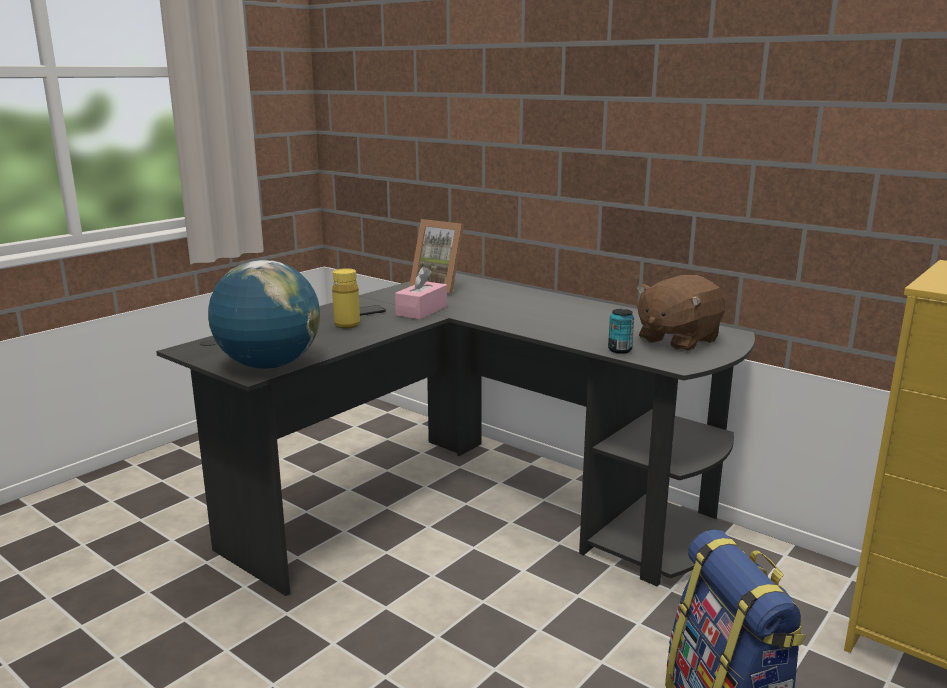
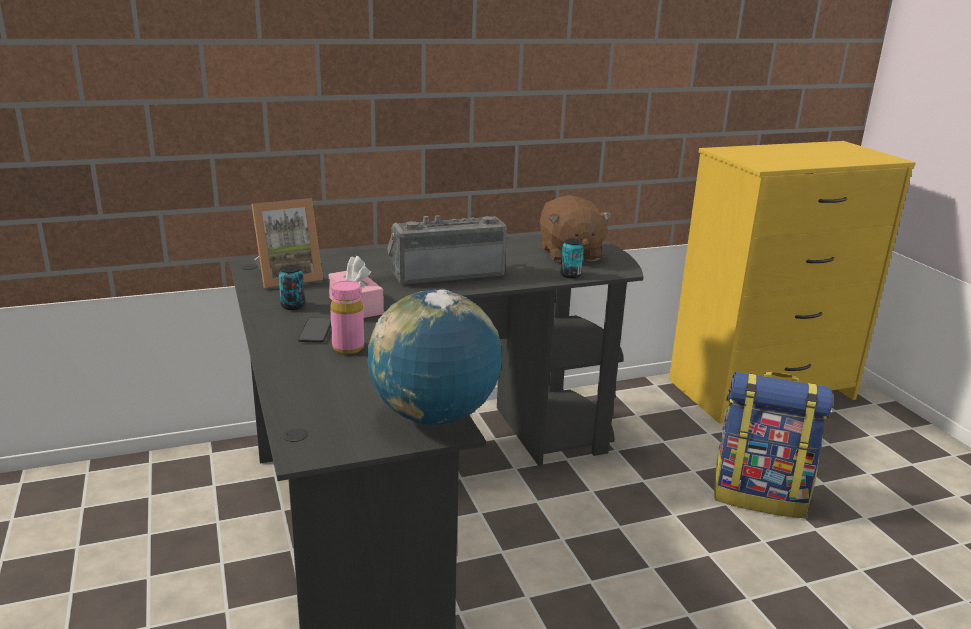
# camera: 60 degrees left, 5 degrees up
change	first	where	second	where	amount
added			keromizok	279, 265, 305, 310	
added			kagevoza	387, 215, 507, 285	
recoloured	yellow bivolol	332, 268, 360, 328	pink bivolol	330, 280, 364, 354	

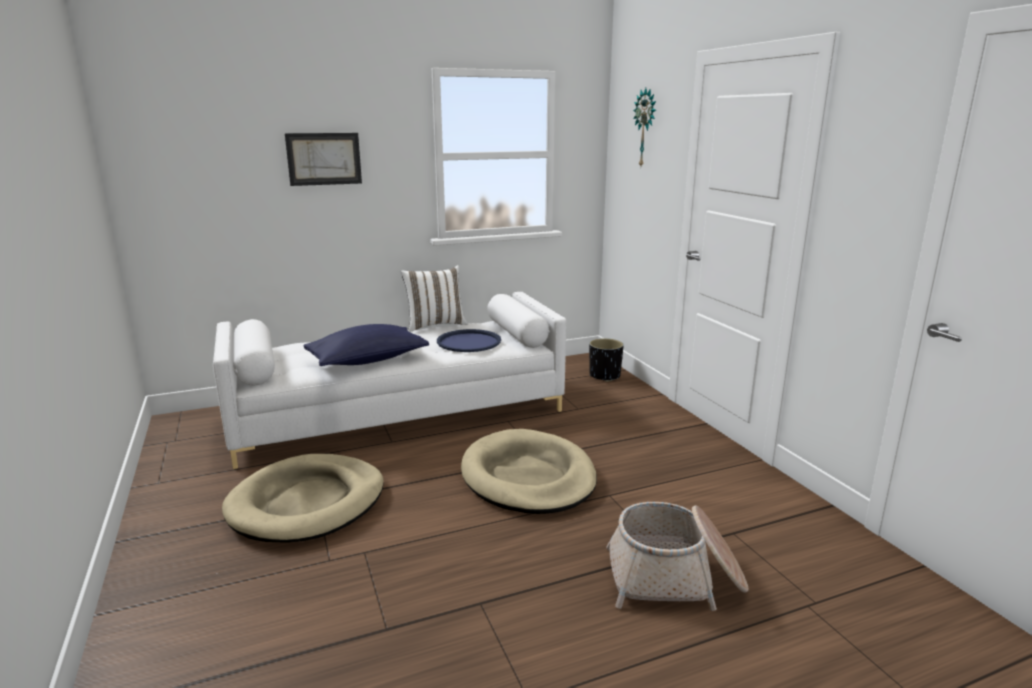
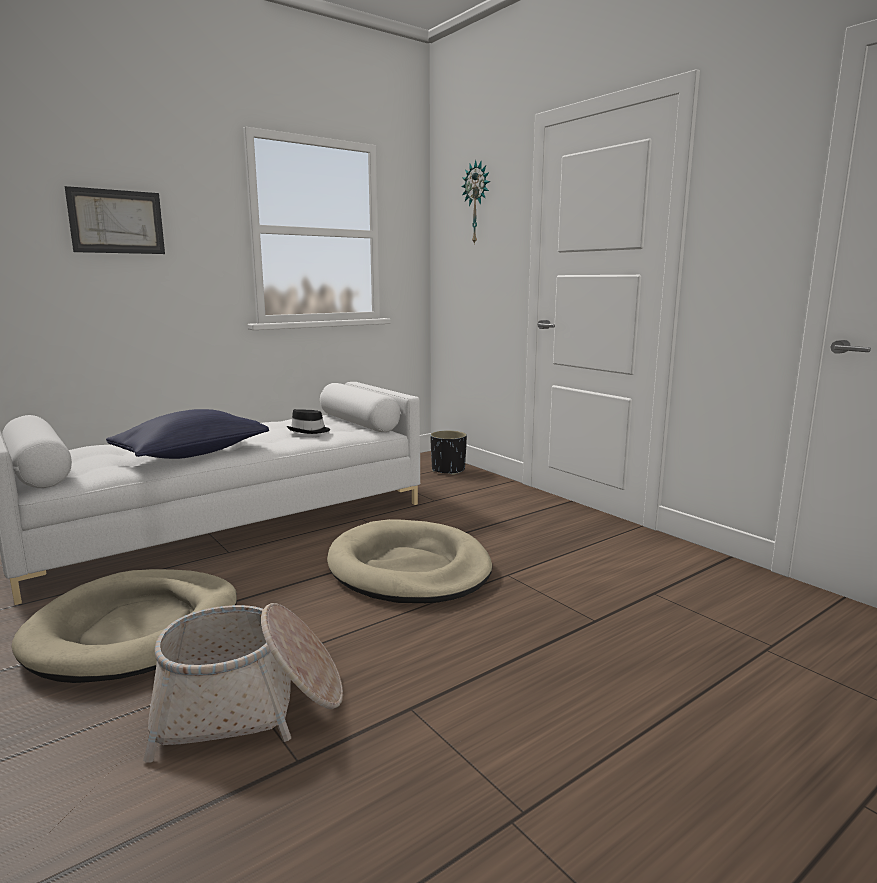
# camera: 15 degrees left, 5 degrees down
change	first	where	second	where	amount
removed	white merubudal	401, 265, 467, 332			
moved	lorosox	606, 502, 749, 611		143, 603, 343, 763	
replaced	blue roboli	437, 329, 501, 352	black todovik	287, 409, 330, 434	

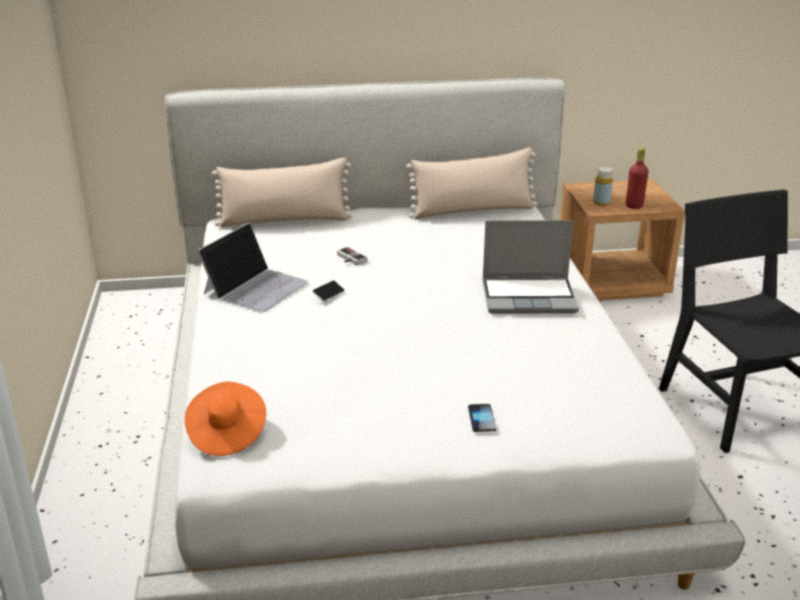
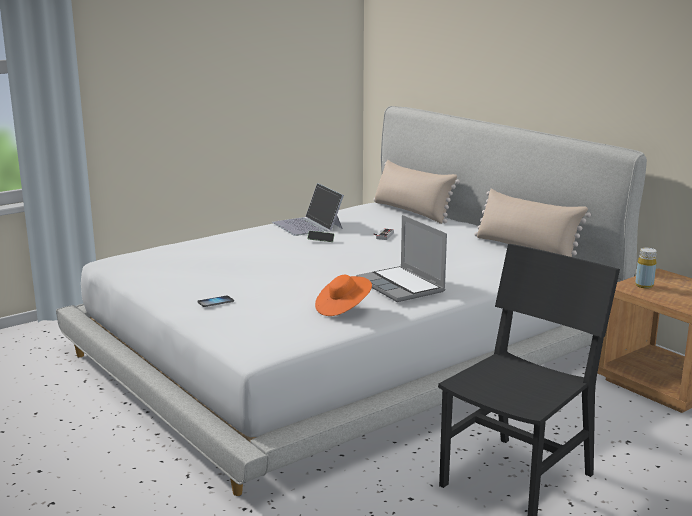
# camera: 60 degrees right, 10 degrees down
change	first	where	second	where	amount
removed	red bivolol	626, 148, 649, 209			
moved	orange todovik	185, 382, 266, 456		315, 275, 372, 316	
turned	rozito	197, 222, 308, 313		272, 183, 344, 236	60 degrees clockwise

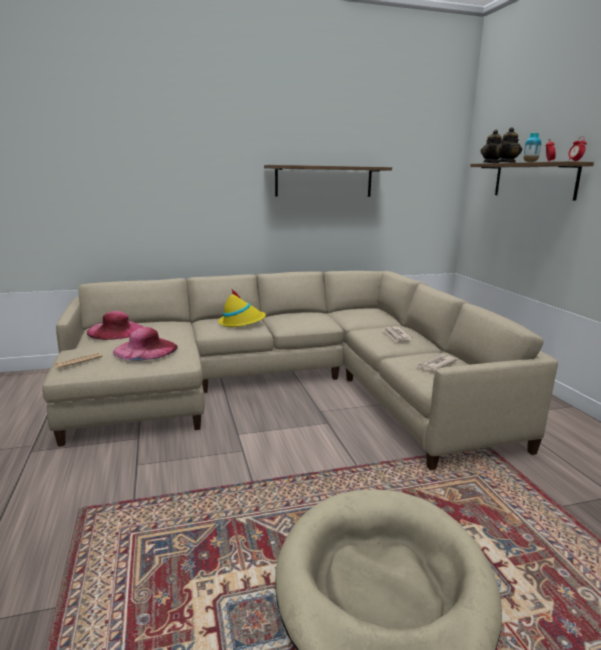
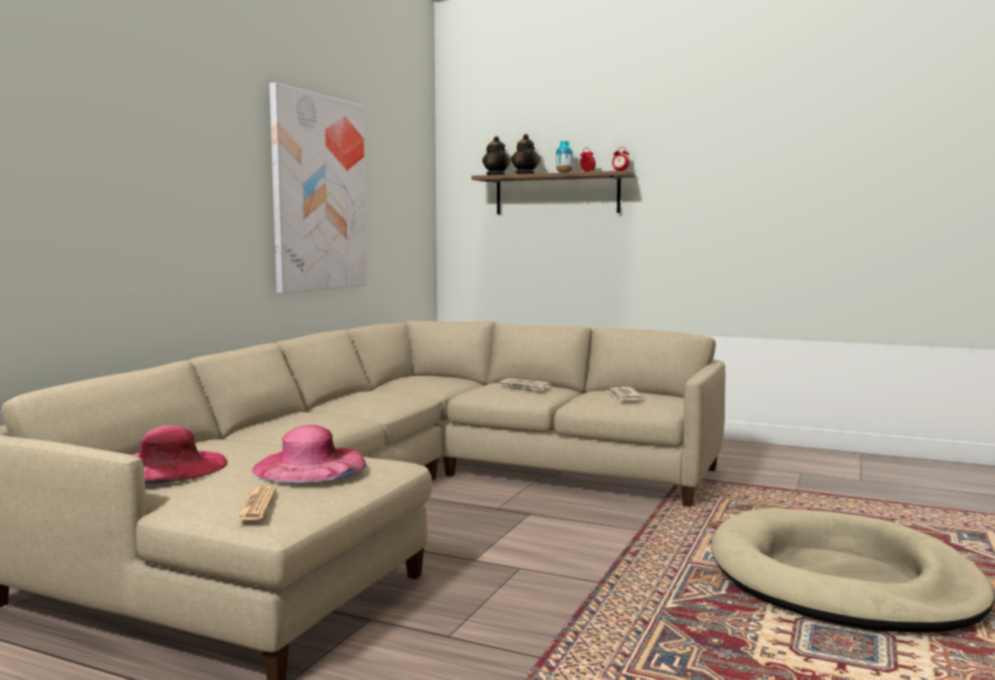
# camera: 50 degrees left, 10 degrees down
change	first	where	second	where	amount
removed	yellow todovik	218, 288, 266, 327			
replaced	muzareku	264, 165, 392, 197	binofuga	269, 83, 367, 293	

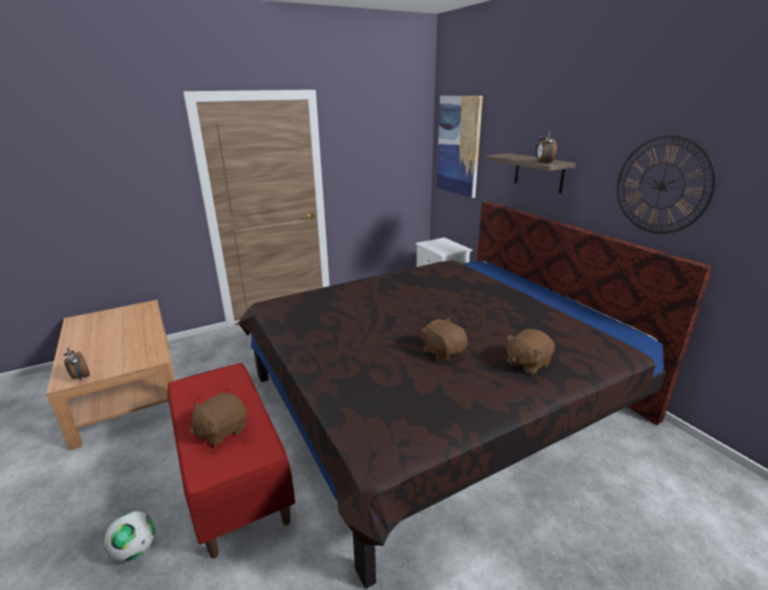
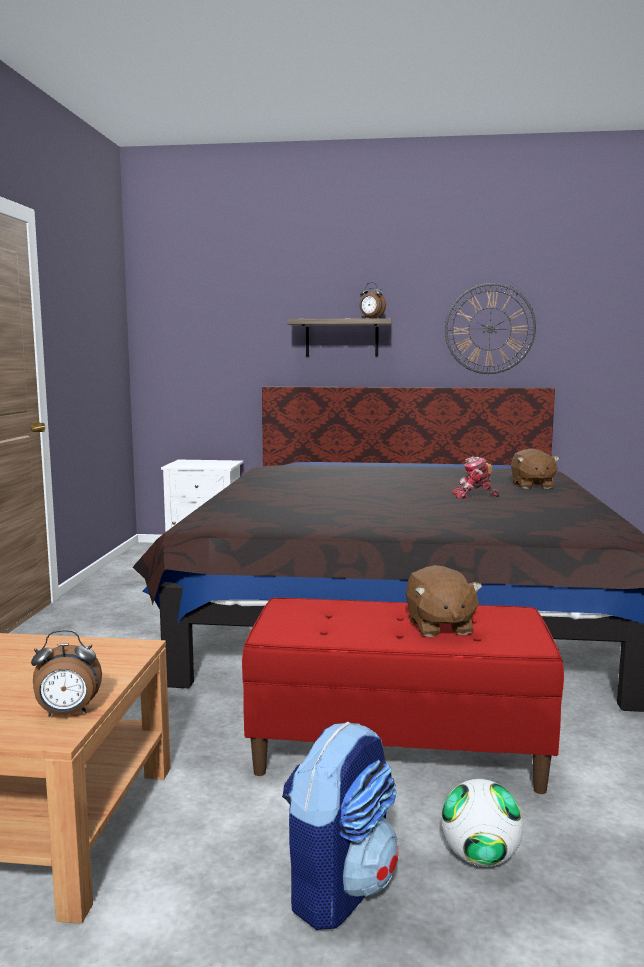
# camera: 55 degrees left, 15 degrees down
change	first	where	second	where	amount
removed	binofuga	437, 96, 483, 198			
added			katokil	282, 721, 398, 930	
replaced	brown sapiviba	421, 318, 468, 362	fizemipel	452, 456, 499, 499	

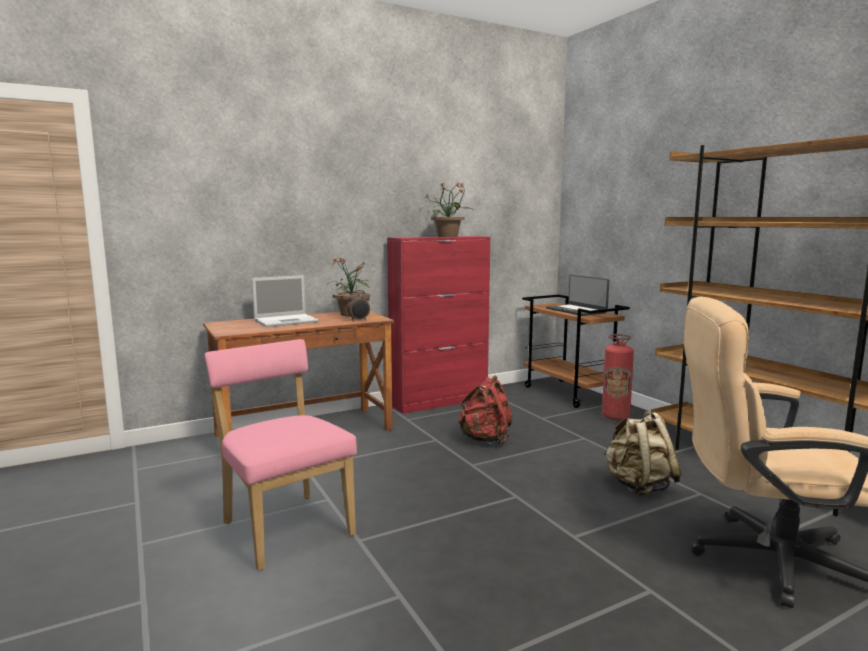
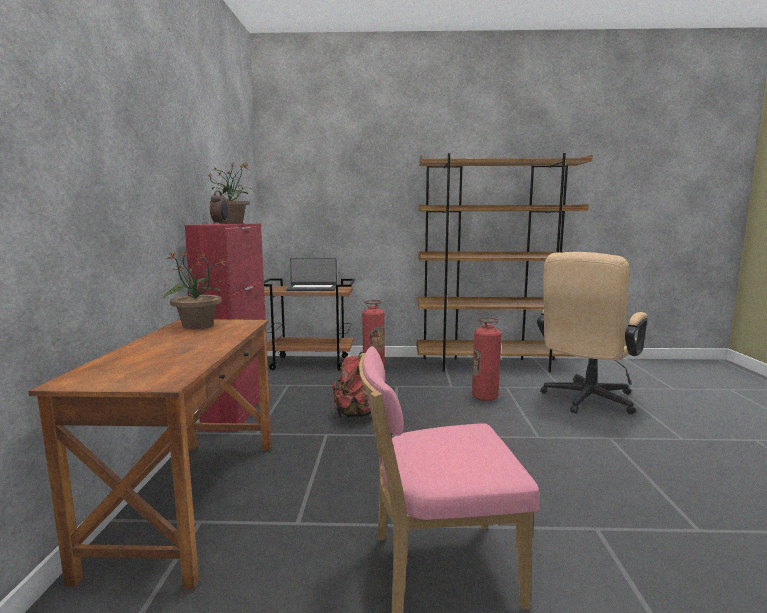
# camera: 60 degrees left, 0 degrees up
change	first	where	second	where	amount
removed	rozito	252, 275, 319, 327			
moved	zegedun	347, 290, 370, 321		210, 190, 228, 224	
replaced	beige katokil	604, 411, 682, 496	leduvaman	472, 317, 502, 401	

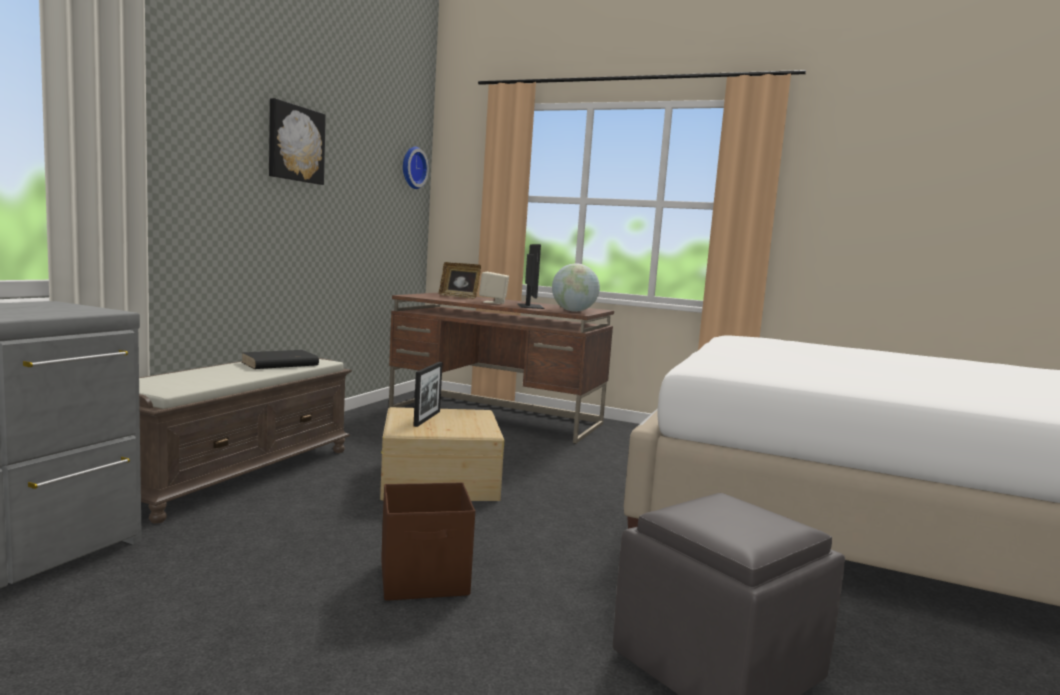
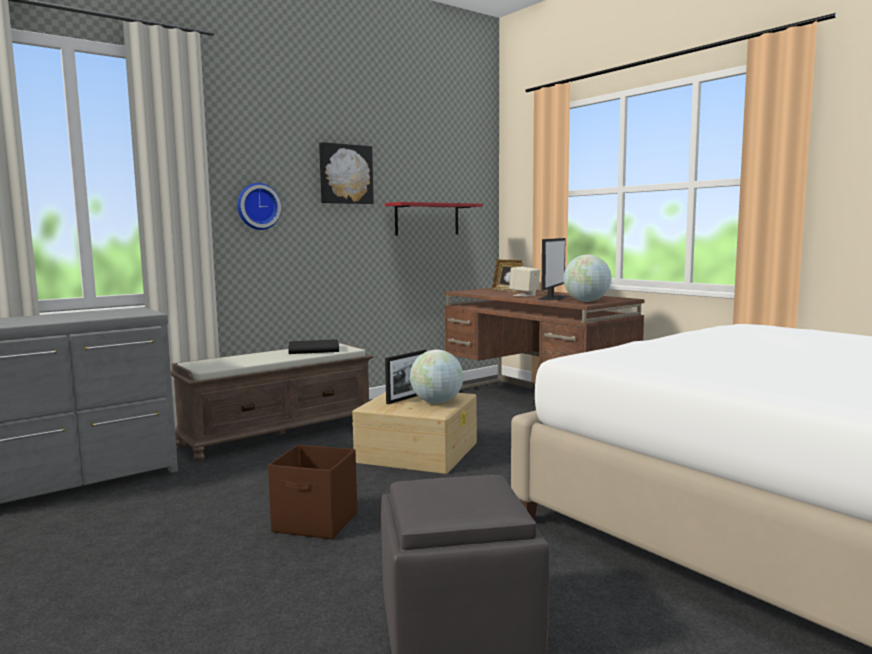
# camera: 30 degrees right, 0 degrees up
change	first	where	second	where	amount
added			red muzareku	385, 202, 483, 236	
added			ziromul	410, 350, 463, 404	
moved	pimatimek	403, 147, 429, 189		237, 183, 282, 230	

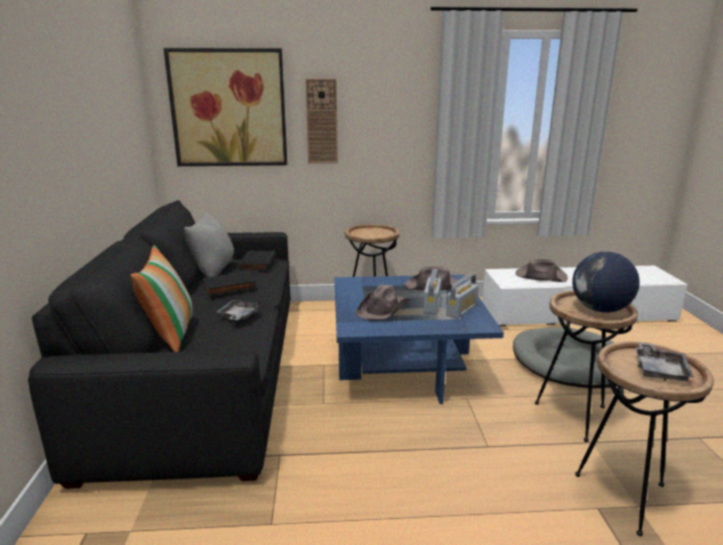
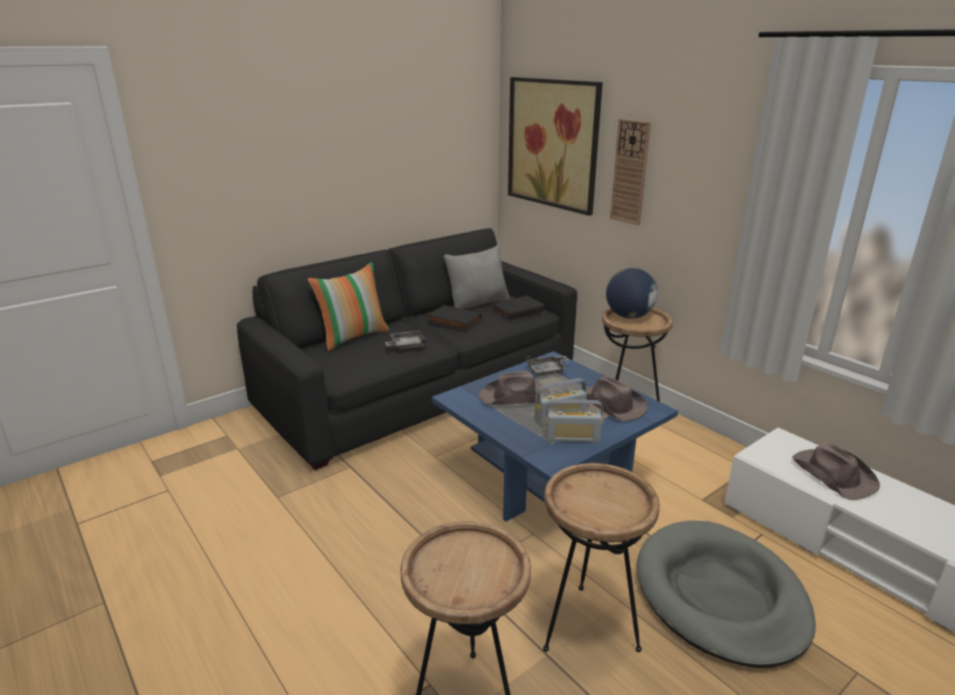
# camera: 55 degrees right, 5 degrees up
change	first	where	second	where	amount
moved	ziromul	572, 252, 640, 313		606, 268, 658, 319	
moved	grey roboli	636, 342, 694, 381		526, 356, 569, 376	

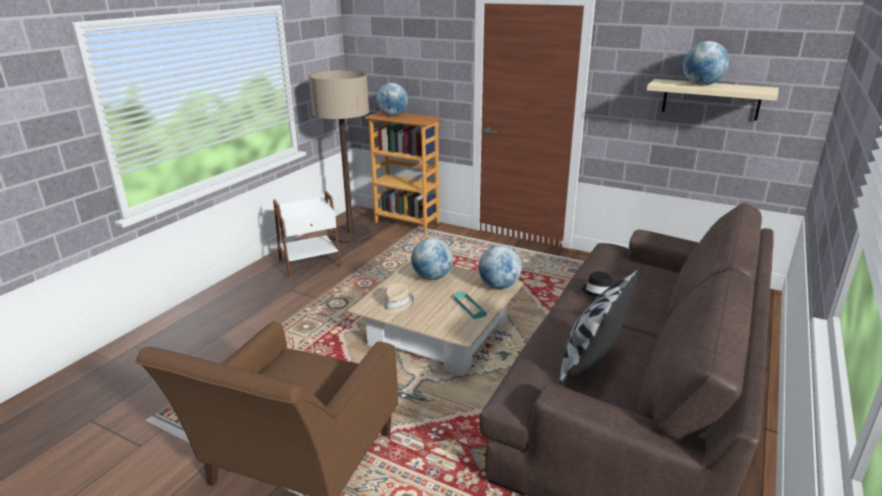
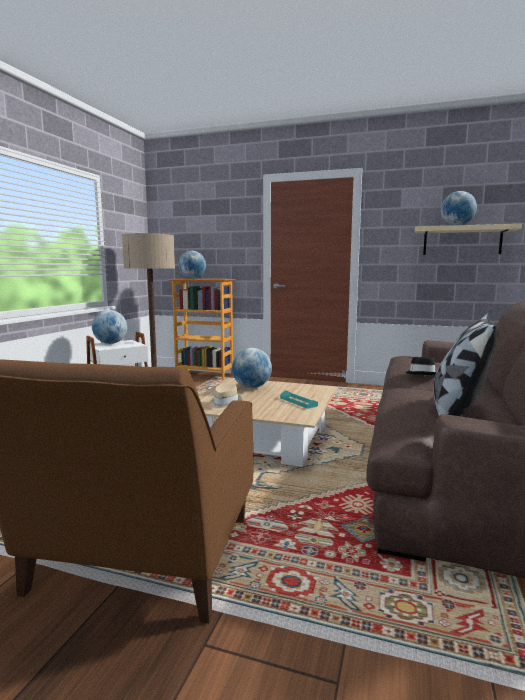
# camera: 10 degrees left, 15 degrees down
change	first	where	second	where	amount
moved	ziromul	478, 246, 522, 289		92, 310, 127, 344	

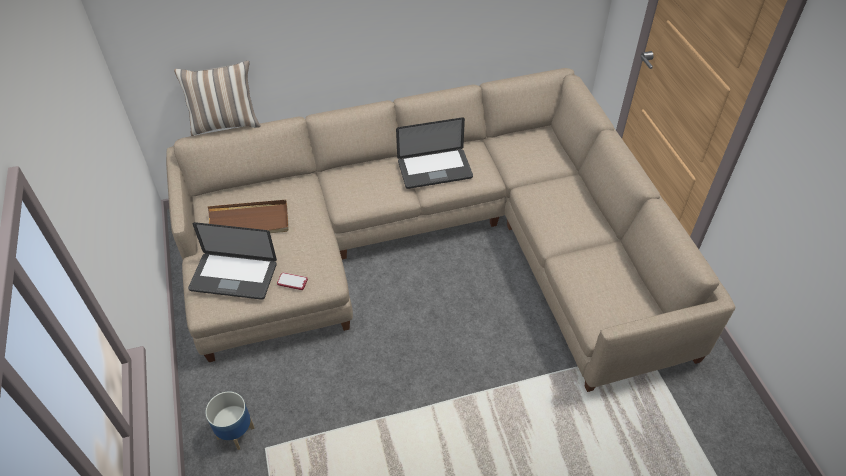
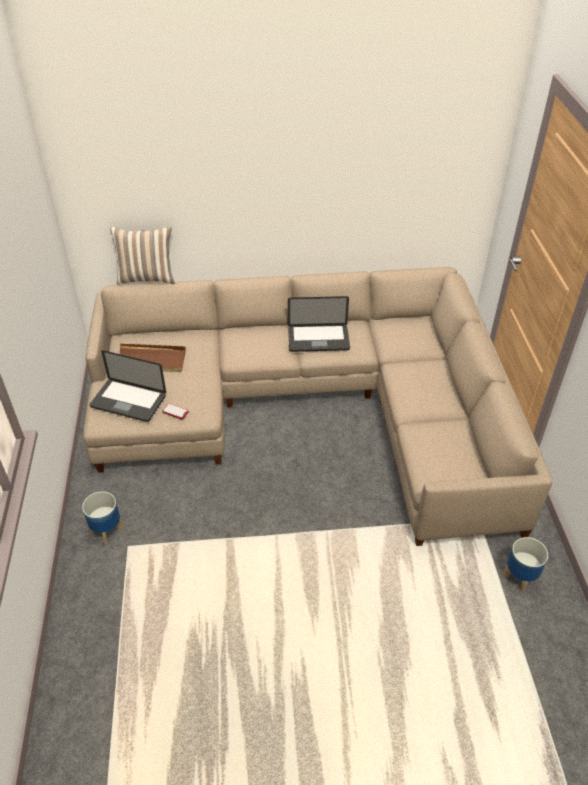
# camera: 10 degrees right, 5 degrees down
change	first	where	second	where	amount
added			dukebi	503, 537, 548, 593	

